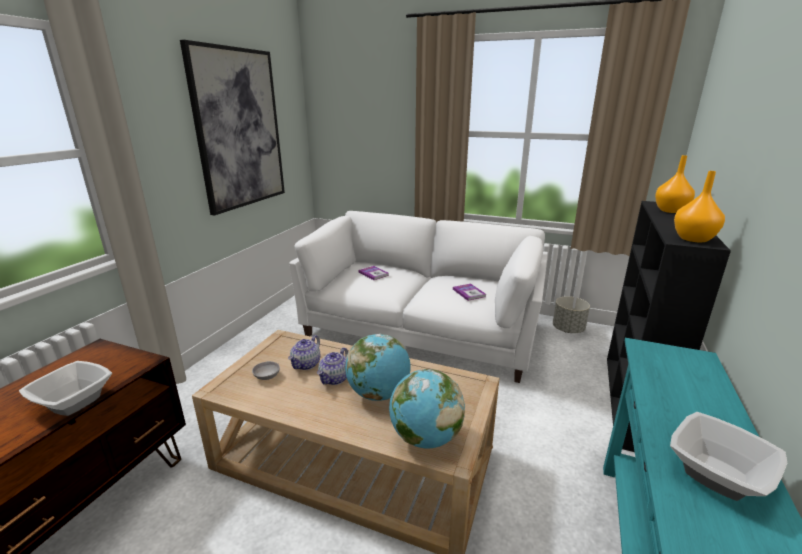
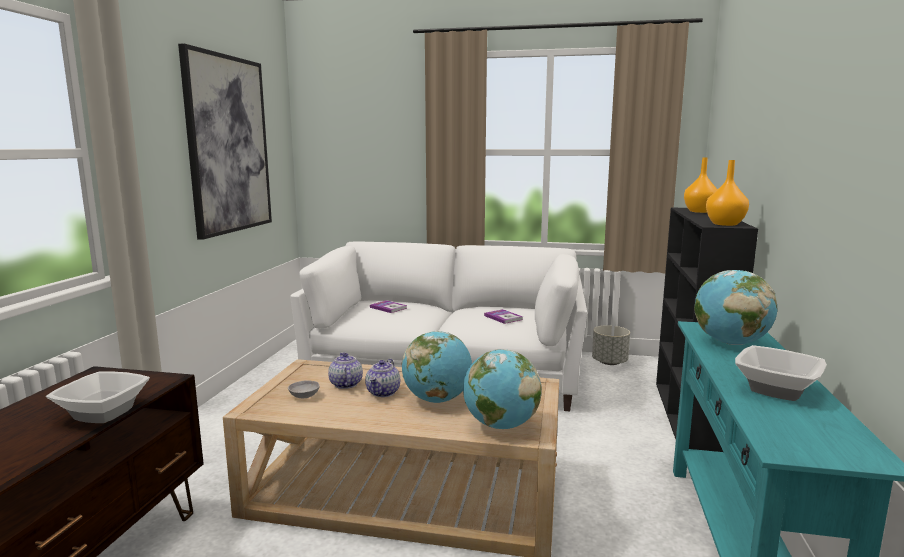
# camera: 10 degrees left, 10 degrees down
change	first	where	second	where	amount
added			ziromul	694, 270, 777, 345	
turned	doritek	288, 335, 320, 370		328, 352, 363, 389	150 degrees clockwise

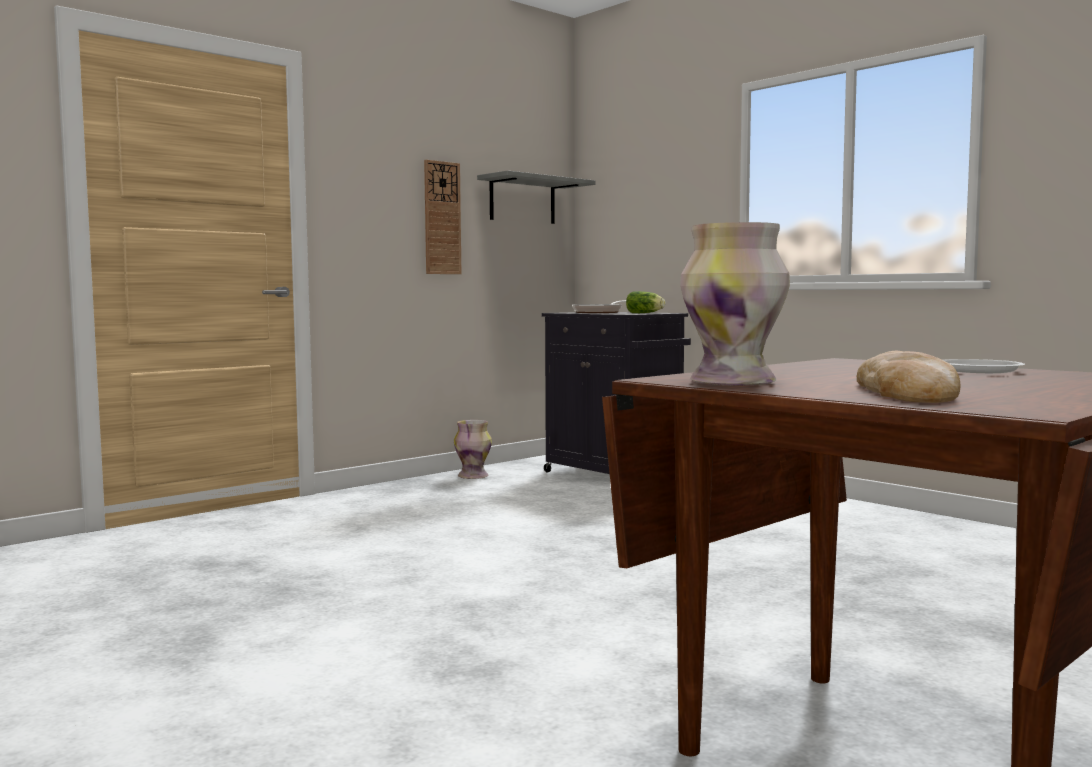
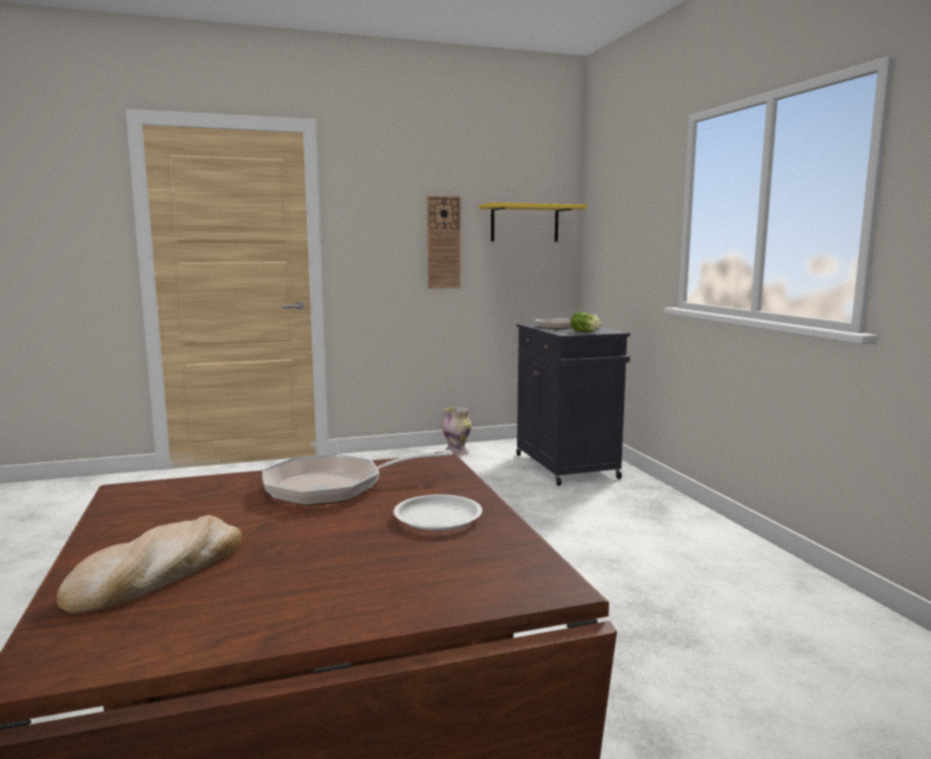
# camera: 25 degrees right, 5 degrees up
change	first	where	second	where	amount
removed	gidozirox	680, 222, 790, 386			
added			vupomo	262, 450, 453, 506	
recoloured	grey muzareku	477, 170, 595, 224	yellow muzareku	479, 203, 587, 242	

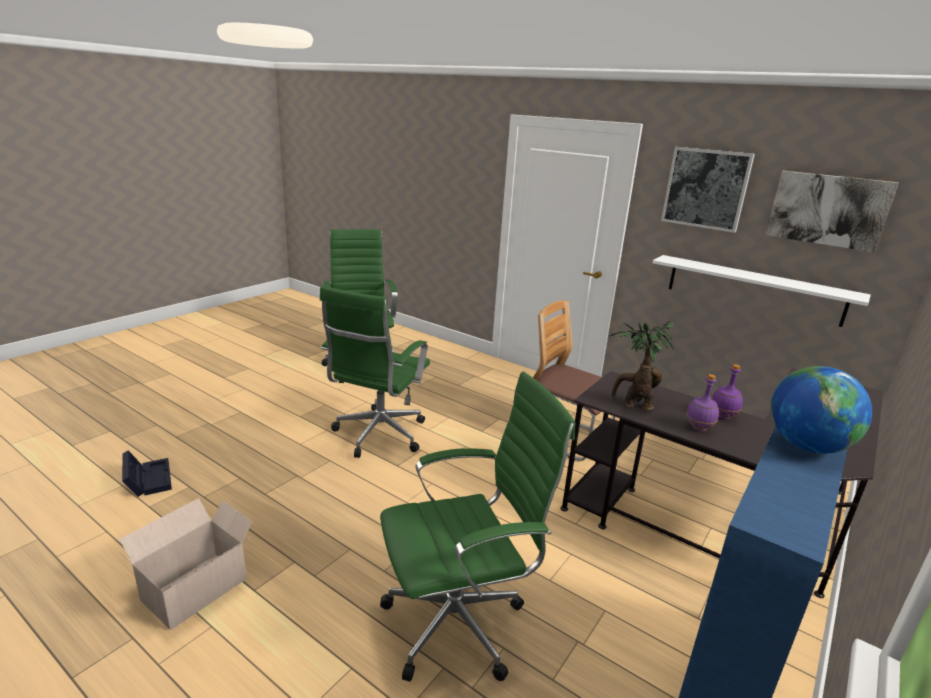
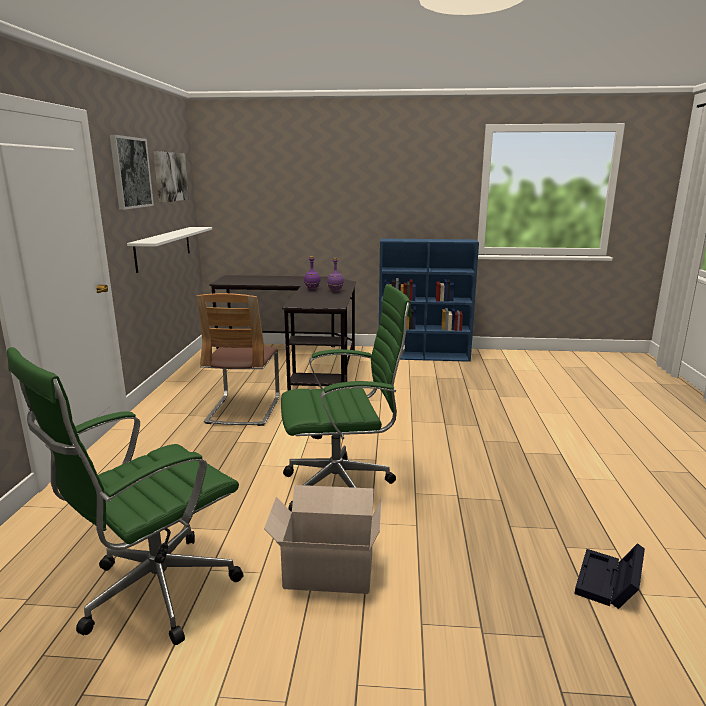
# camera: 120 degrees left, 5 degrees down
change	first	where	second	where	amount
removed	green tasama	380, 372, 575, 682			
removed	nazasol	609, 321, 675, 411			
removed	ziromul	771, 366, 872, 454			
moved	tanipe	119, 498, 253, 630		264, 485, 382, 594	

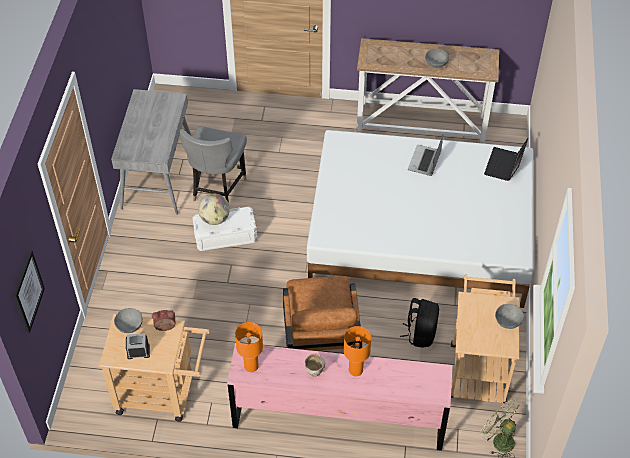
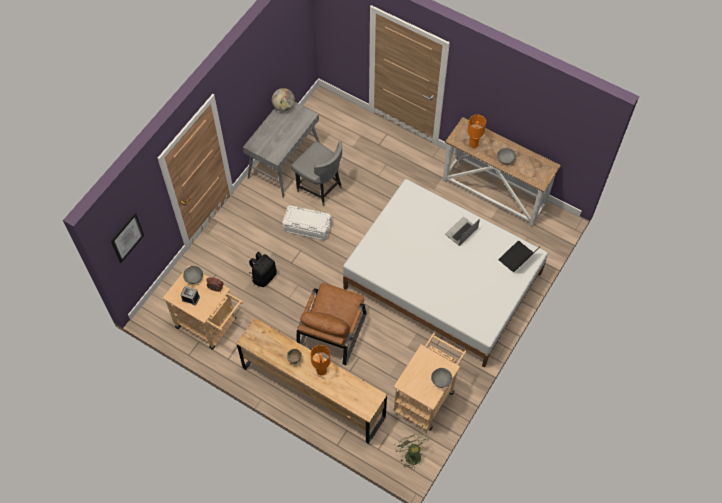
# camera: 25 degrees right, 10 degrees up
change	first	where	second	where	amount
moved	ziromul	198, 194, 230, 225		272, 88, 295, 112	
moved	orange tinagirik	235, 322, 263, 372		467, 114, 486, 148	
moved	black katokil	400, 298, 439, 348		249, 252, 277, 287	
recoloured	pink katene	227, 343, 453, 451	brown katene	236, 318, 387, 444	
turned	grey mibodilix	180, 126, 247, 203		291, 141, 342, 206	90 degrees counterclockwise

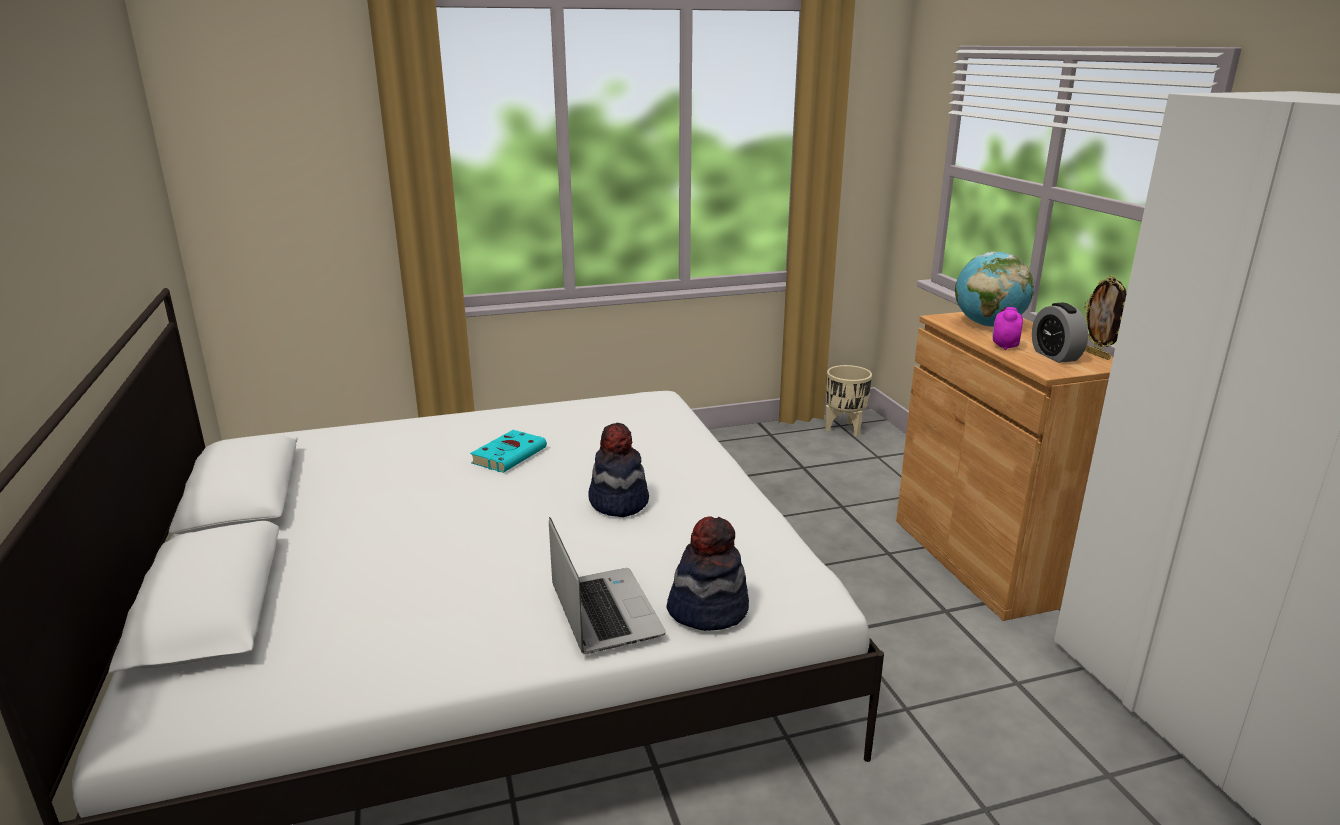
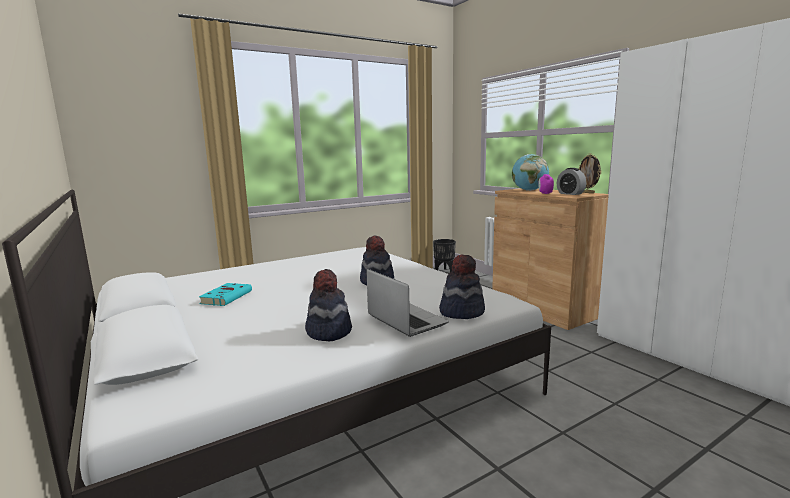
# camera: 15 degrees left, 10 degrees down
change	first	where	second	where	amount
added			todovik	305, 269, 352, 342	
moved	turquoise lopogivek	470, 430, 547, 473		199, 283, 252, 306	
recoloured	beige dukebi	825, 365, 872, 437	black dukebi	433, 239, 456, 272	

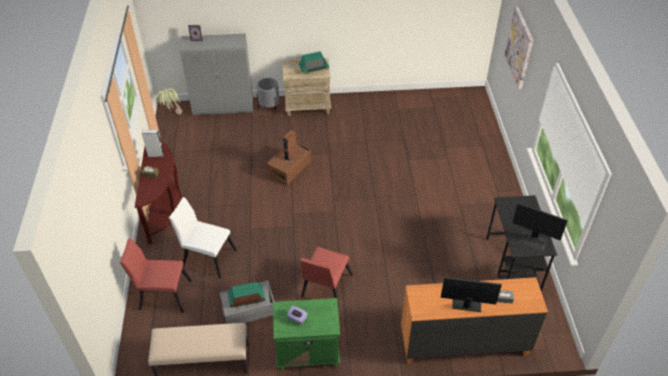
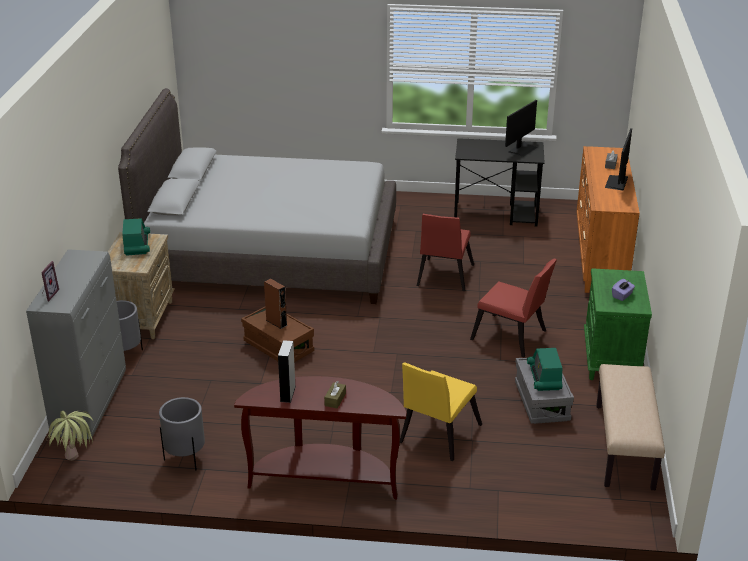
# camera: 80 degrees left, 15 degrees down
change	first	where	second	where	amount
removed	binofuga	505, 7, 534, 89			
added			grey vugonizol	118, 88, 396, 304	
added			grey dukebi	159, 397, 205, 470	
moved	red mibodilix	120, 238, 192, 313		417, 214, 474, 291	
recoloured	white mibodilix	169, 197, 237, 279	yellow mibodilix	400, 362, 482, 461	

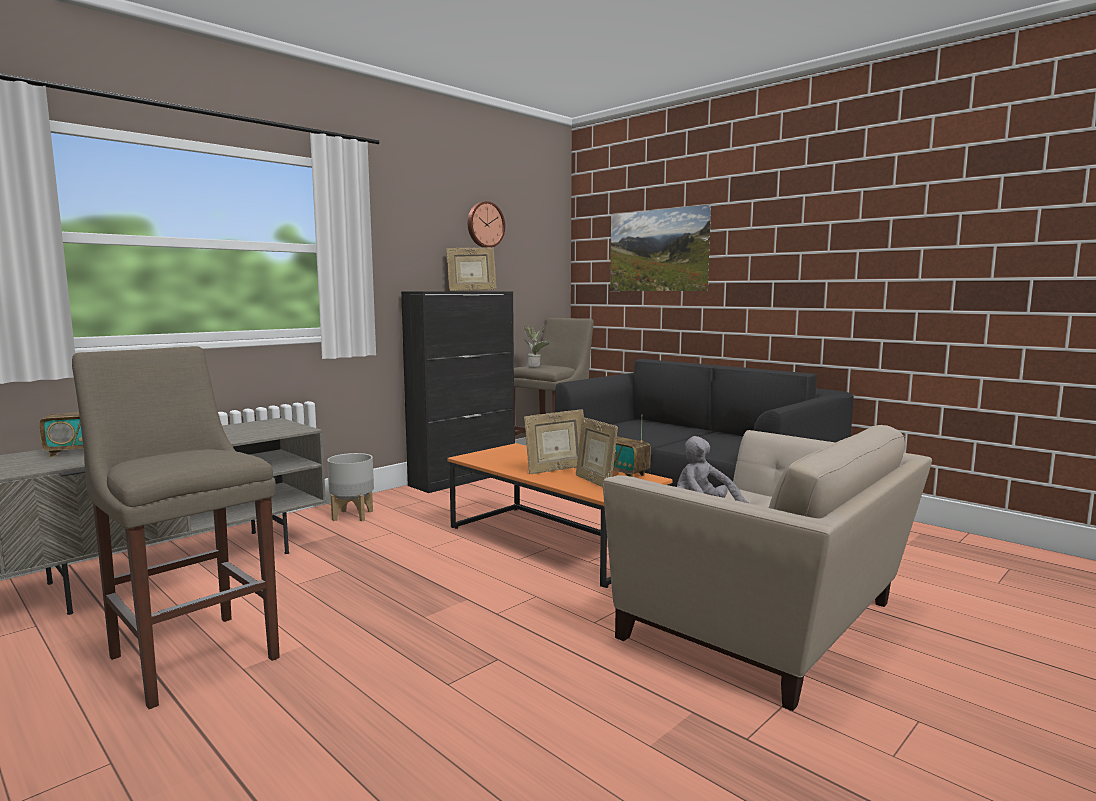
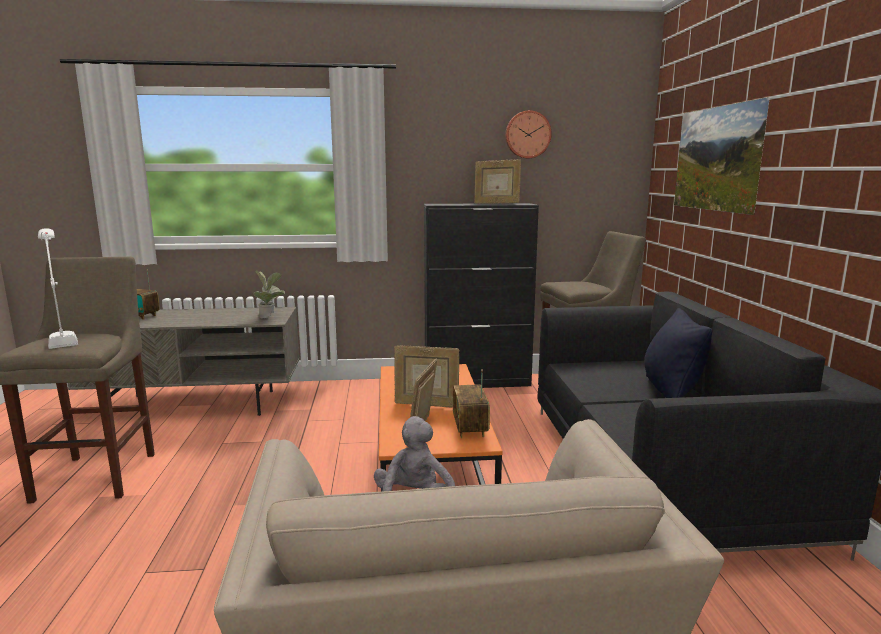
# camera: 40 degrees right, 5 degrees up
change	first	where	second	where	amount
removed	grey dukebi	327, 453, 374, 521			
added			white tinagirik	38, 228, 78, 349	
added			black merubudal	644, 308, 712, 398	
moved	nazasol	524, 326, 549, 367		253, 271, 285, 318	

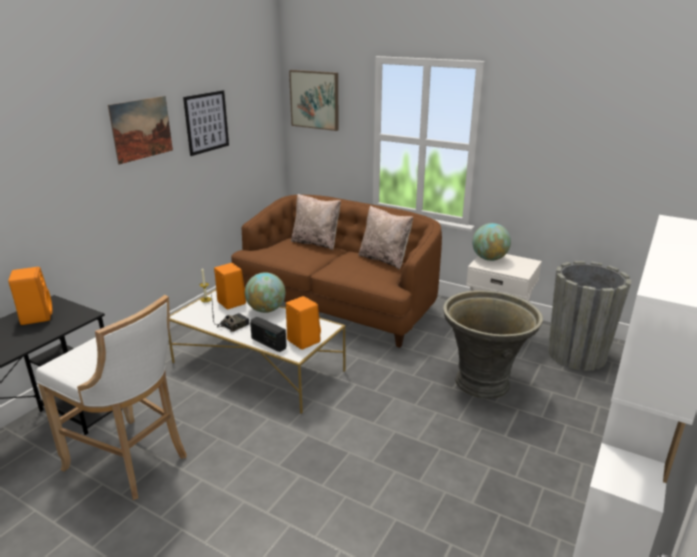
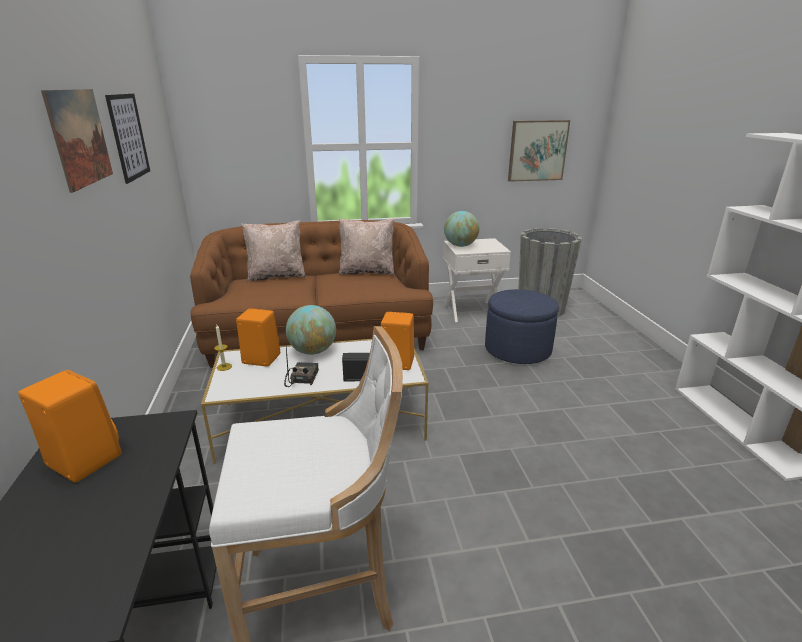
# camera: 40 degrees left, 0 degrees up
change	first	where	second	where	amount
moved	binofuga	289, 70, 339, 131		508, 120, 570, 182	
replaced	grey dukebi	443, 290, 543, 399	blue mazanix	485, 289, 559, 364	

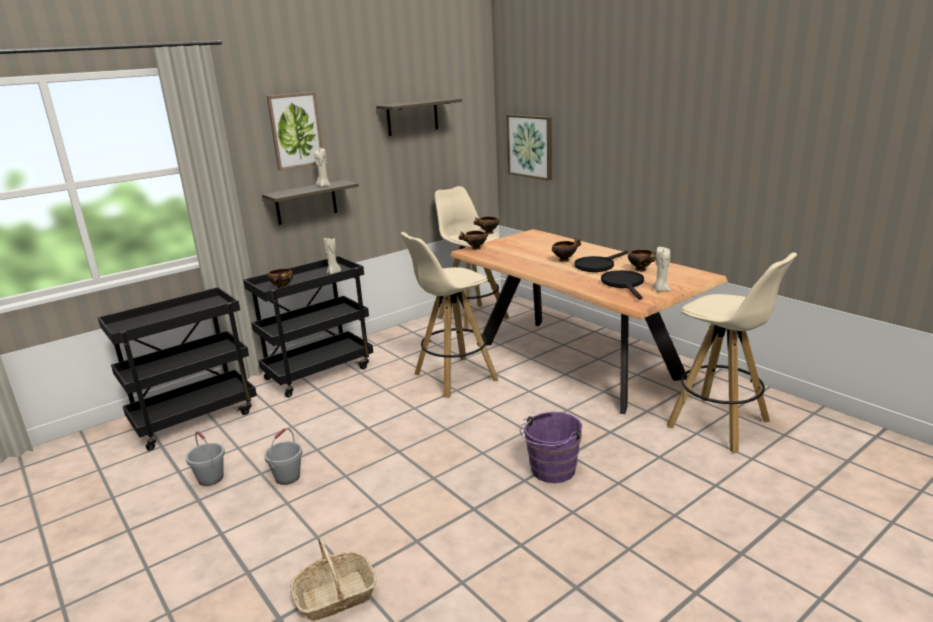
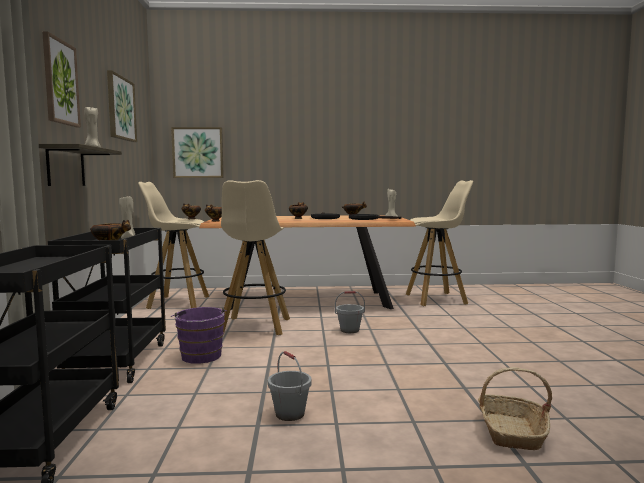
# camera: 55 degrees left, 15 degrees down
change	first	where	second	where	amount
moved	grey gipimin	186, 431, 225, 486		335, 291, 365, 333	
moved	purple gipimin	520, 412, 582, 483		171, 307, 227, 364	
replaced	muzareku	376, 98, 462, 136	binofuga	107, 70, 137, 142	

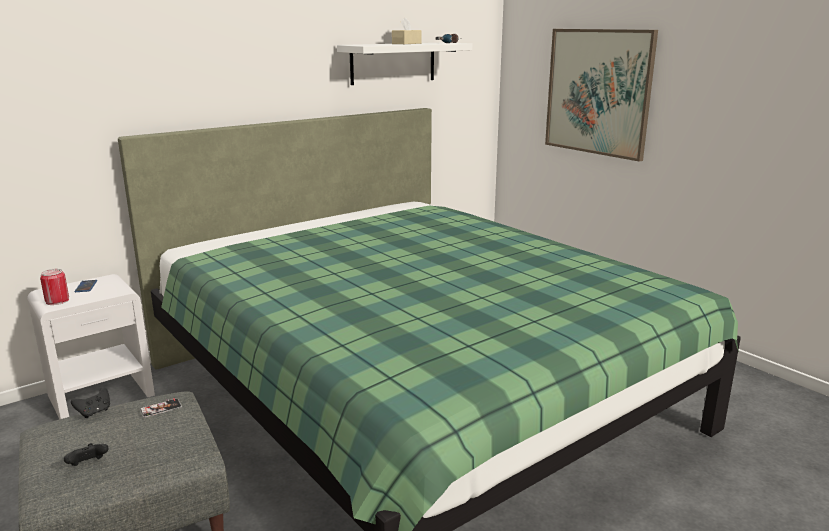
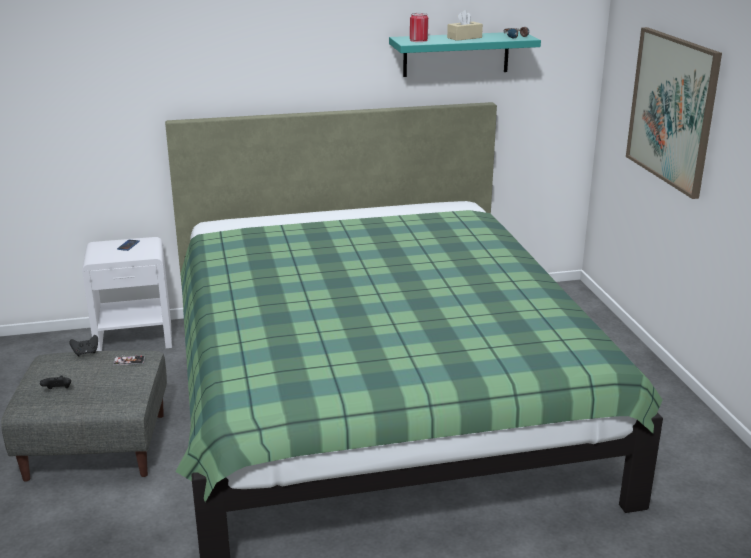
# camera: 25 degrees right, 5 degrees up
change	first	where	second	where	amount
moved	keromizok	40, 269, 69, 305		410, 13, 428, 42	
recoloured	white muzareku	337, 43, 472, 85	turquoise muzareku	389, 32, 541, 77	

